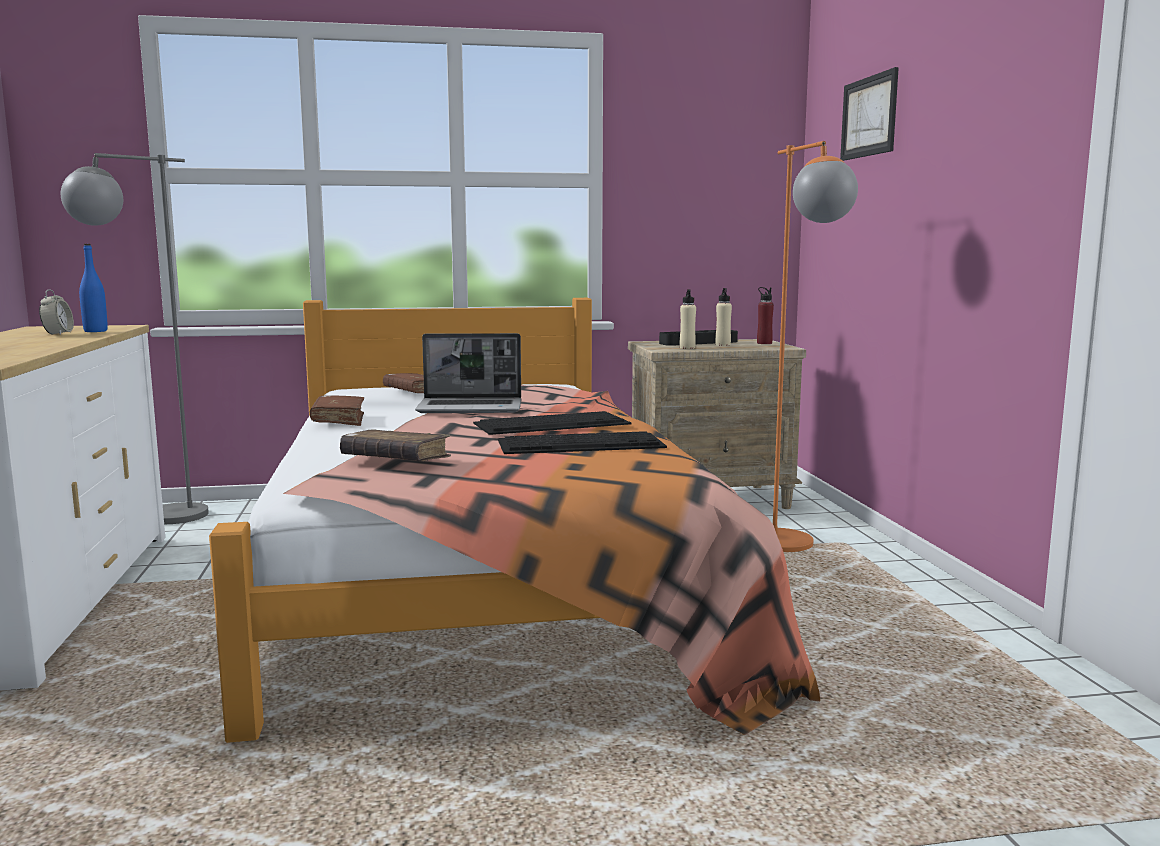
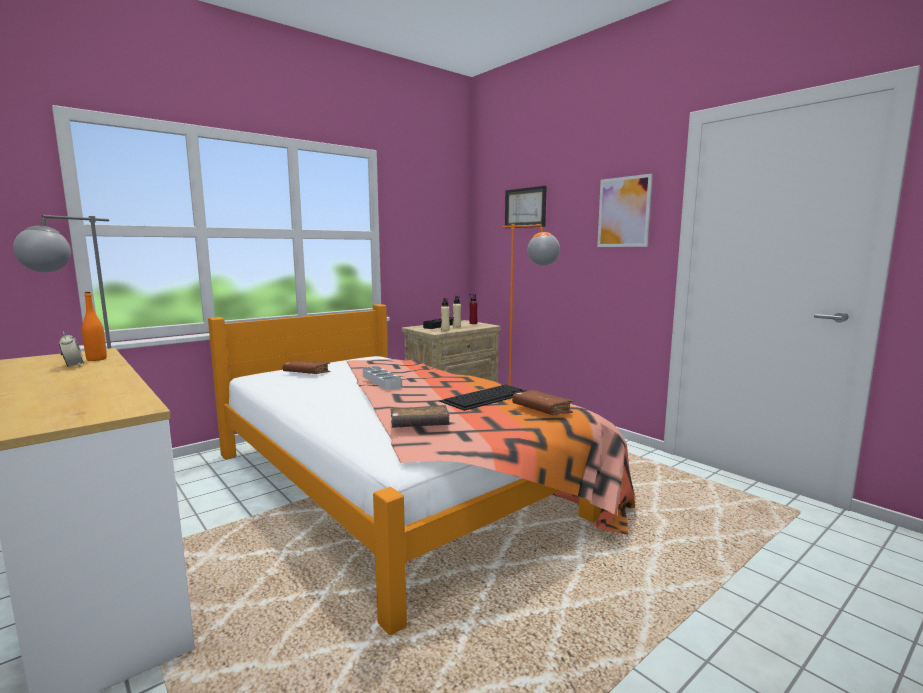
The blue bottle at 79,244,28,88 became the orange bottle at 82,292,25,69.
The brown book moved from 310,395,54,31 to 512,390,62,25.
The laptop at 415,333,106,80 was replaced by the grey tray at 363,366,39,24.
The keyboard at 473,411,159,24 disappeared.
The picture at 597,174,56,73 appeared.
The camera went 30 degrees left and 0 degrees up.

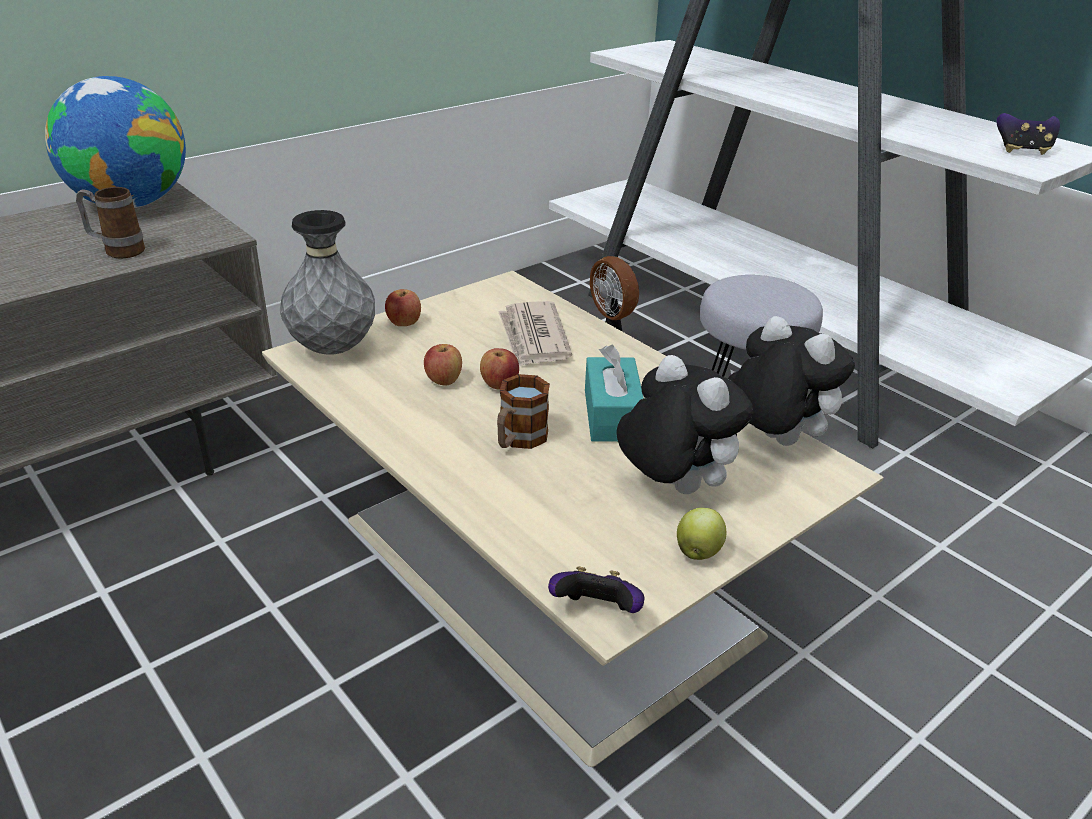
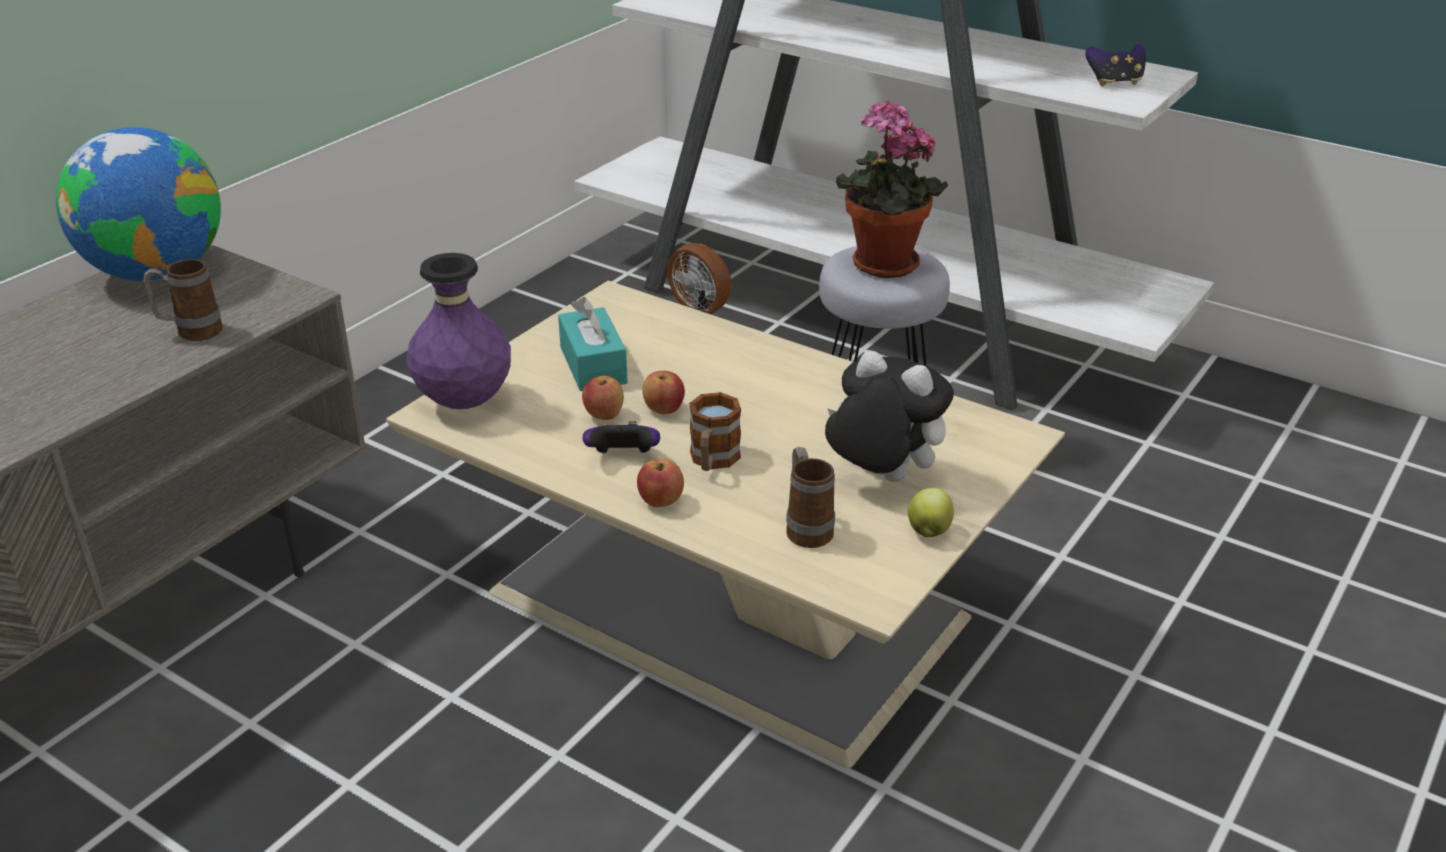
The grey vase at 280,210,95,145 became the purple vase at 406,253,105,156.
The apple moved from 385,289,36,37 to 637,459,47,48.
The newspaper at 498,301,74,66 disappeared.
The game controller moved from 548,566,97,47 to 583,420,77,33.
The turquoise tissue box moved from 585,345,59,97 to 558,297,70,94.
The plush toy at 728,316,127,130 disappeared.
The mug at 786,447,49,101 appeared.
The potted plant at 836,100,112,178 appeared.
The camera went 15 degrees left and 0 degrees up.

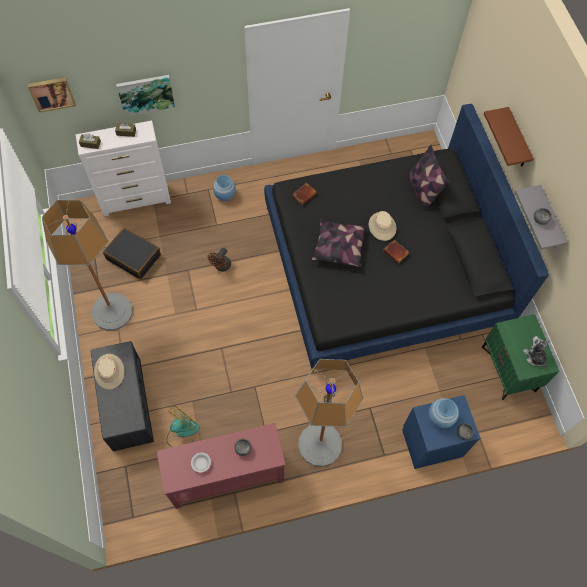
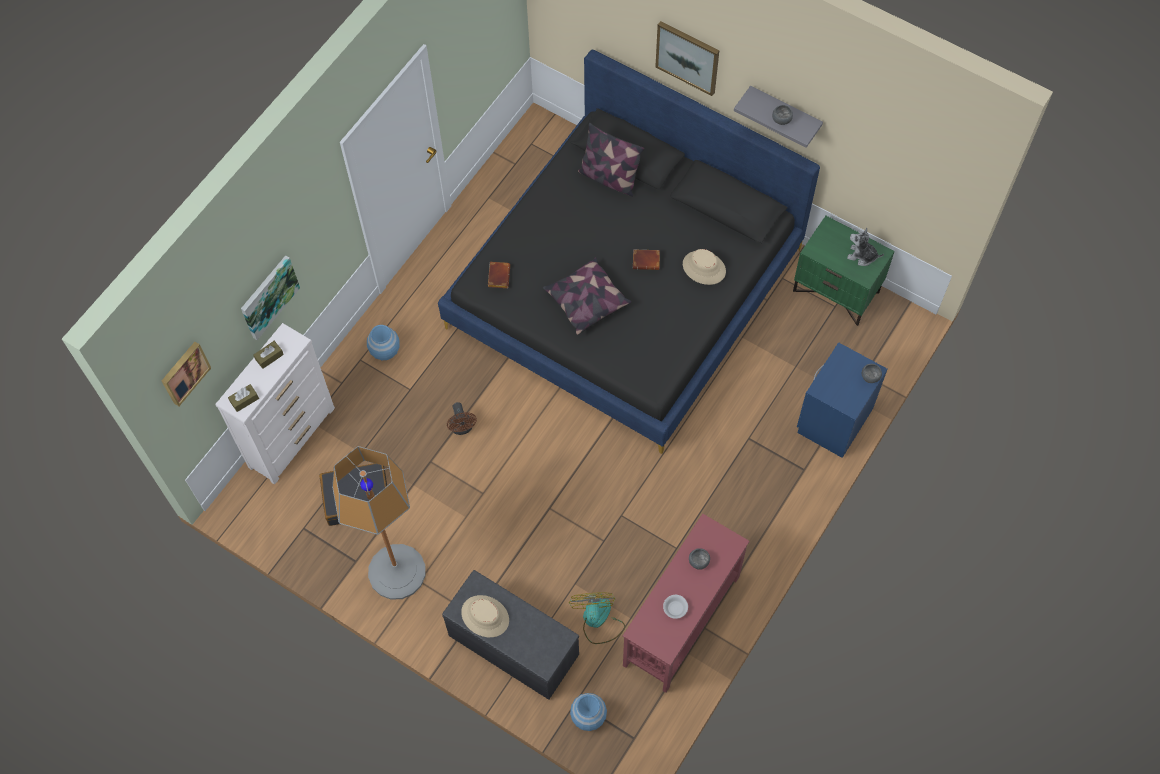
The floor lamp at 295,359,68,108 disappeared.
The beige hat moved from 369,211,27,30 to 683,249,43,36.
The blue vase moved from 429,398,30,30 to 570,693,37,38.
The brown shelf at 484,107,50,60 was replaced by the picture at 655,21,64,75.
The camera went 40 degrees left and 0 degrees up.

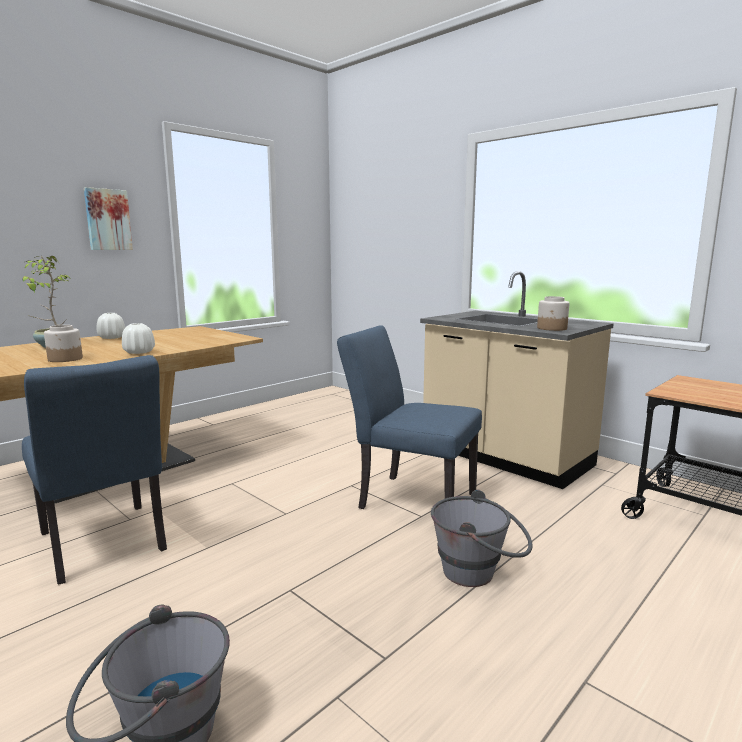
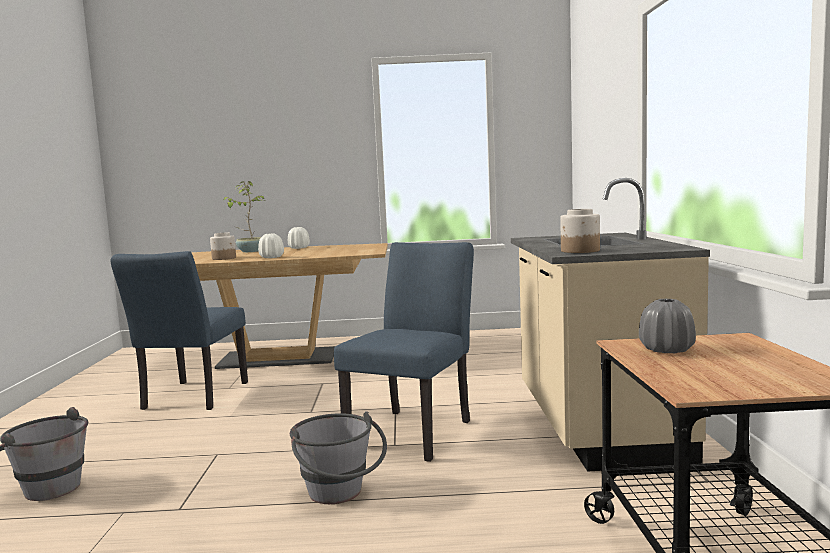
The picture at 84,187,49,63 disappeared.
The blue chair at 337,325,145,184 turned 45 degrees clockwise.
The grey vase at 639,299,57,54 appeared.
The camera went 45 degrees right and 5 degrees down.

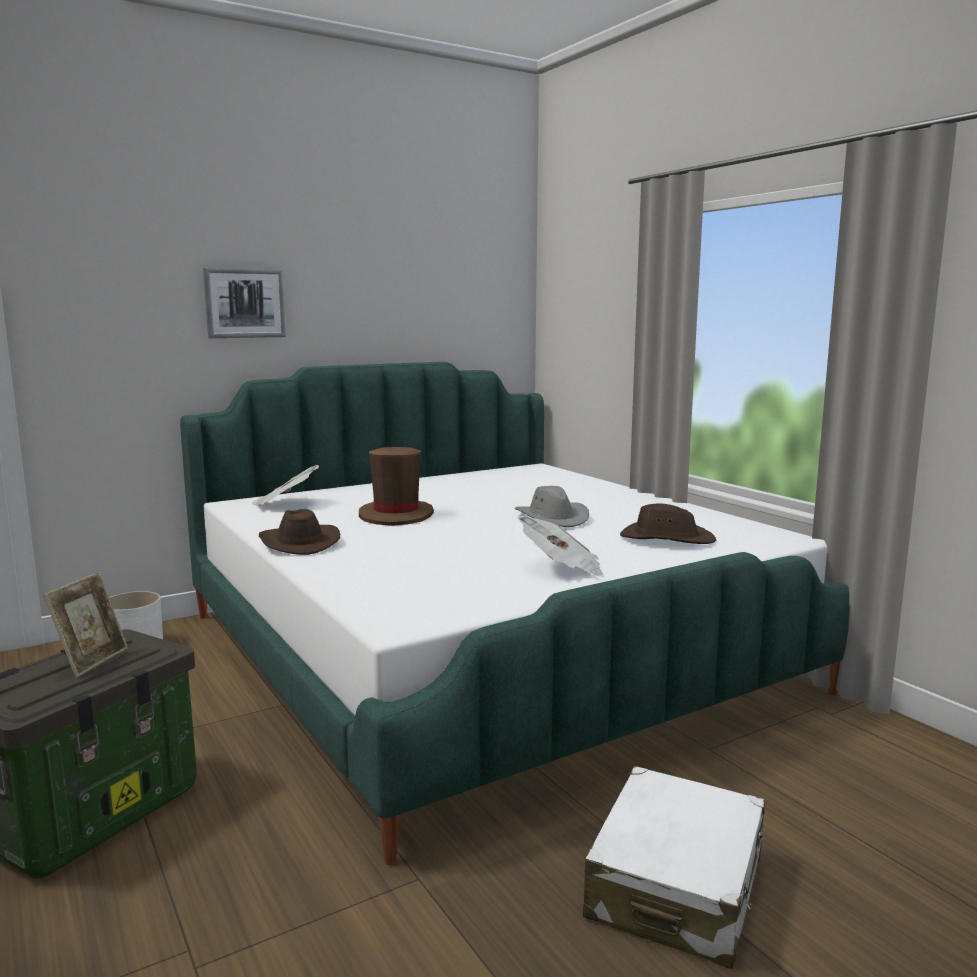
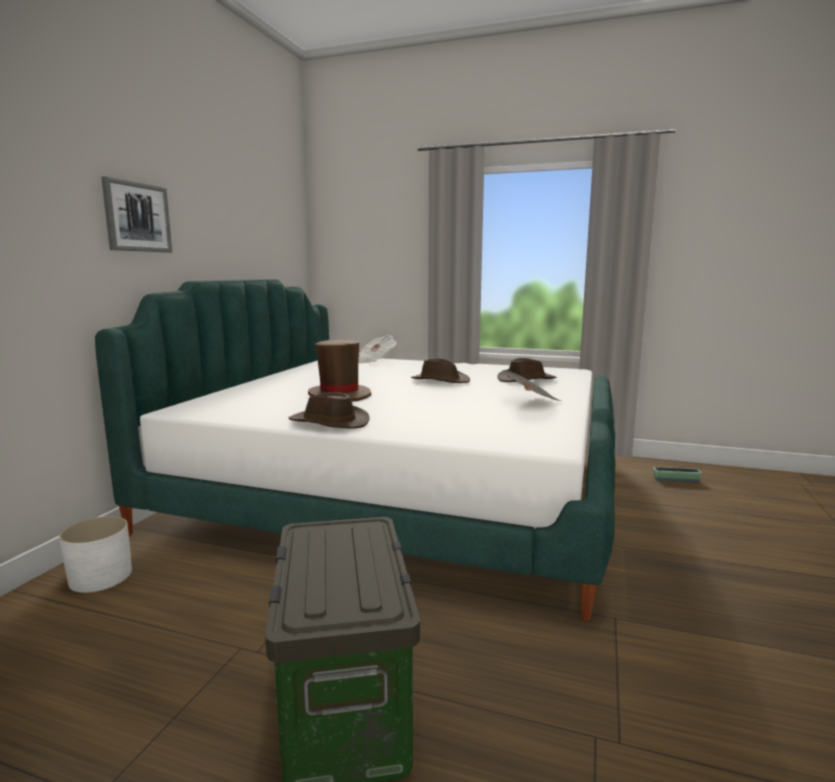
The picture frame at 43,572,85,106 disappeared.
The newspaper moved from 253,465,66,42 to 358,335,39,29.
The grey hat at 515,486,74,41 became the brown hat at 411,358,59,25.
The white suitcase at 583,766,182,203 disappeared.
The planter at 653,467,49,15 appeared.
The camera went 40 degrees left and 0 degrees up.

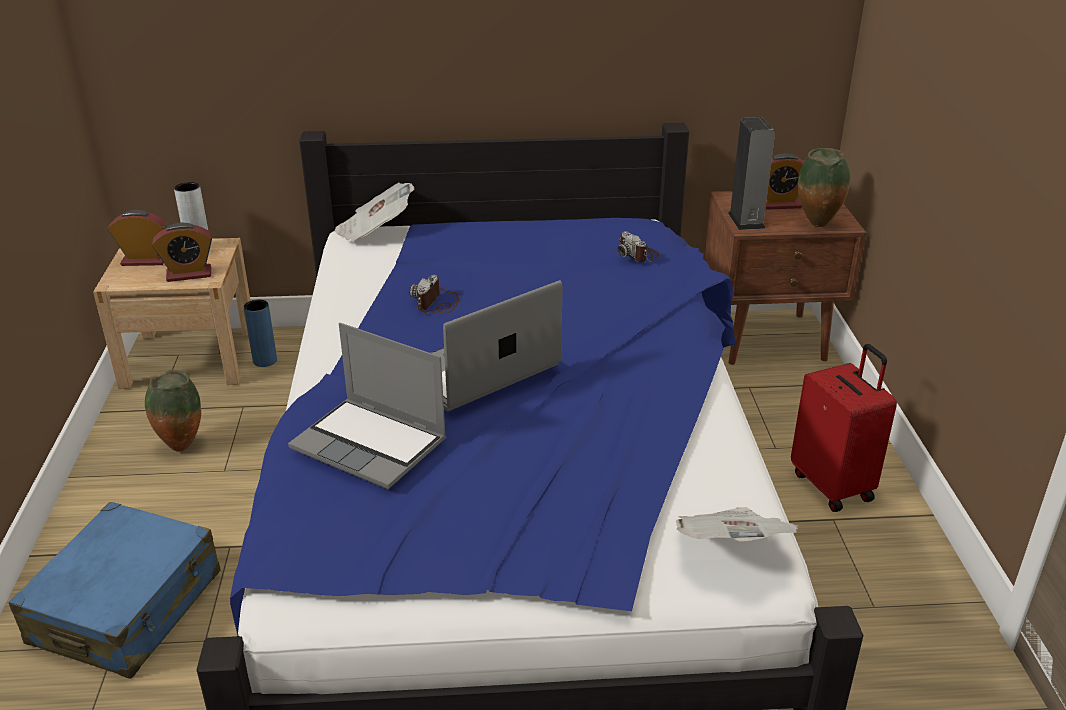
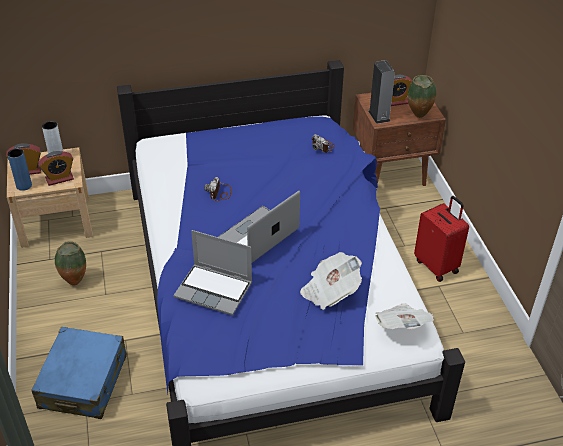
The blue vase moved from 244,299,33,68 to 7,148,25,43.
The newspaper moved from 334,183,80,59 to 300,252,62,58.
The camera went 10 degrees left and 10 degrees up.

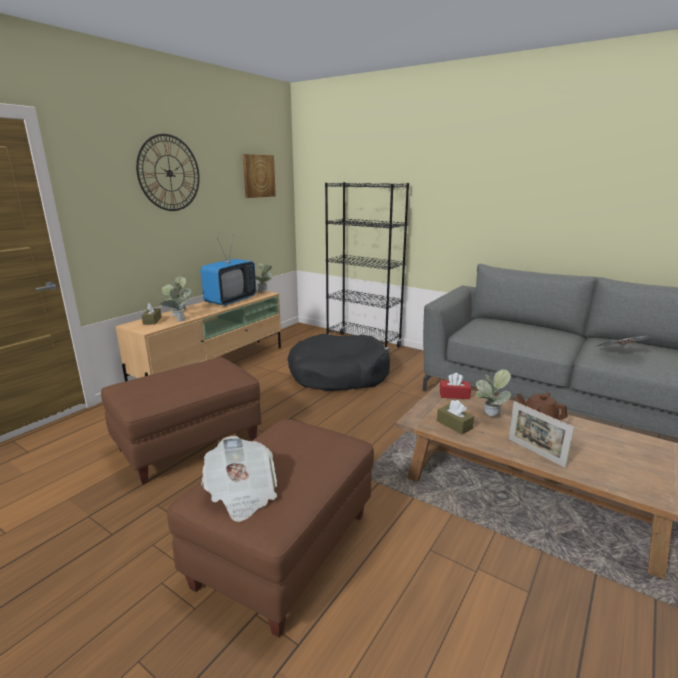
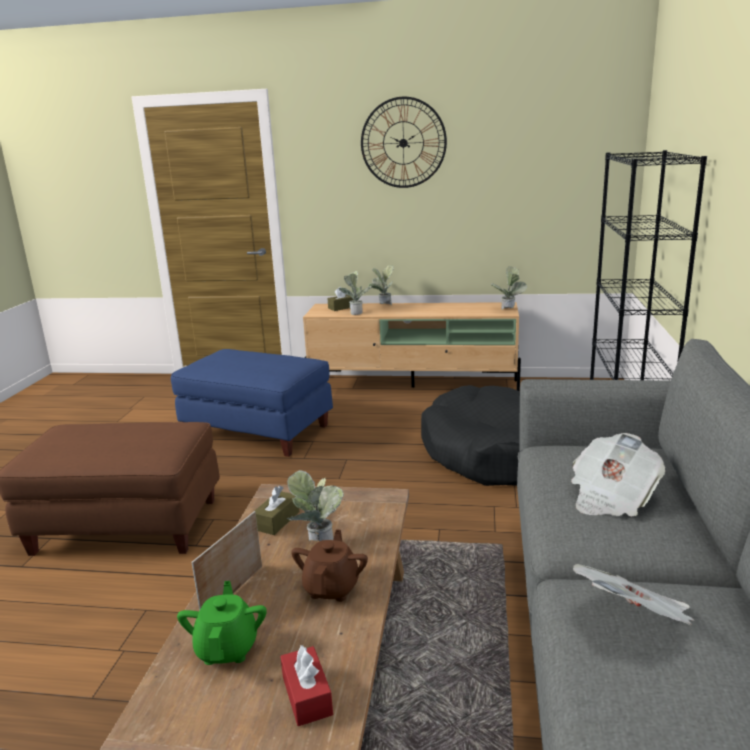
The brown ottoman at 101,358,161,127 became the blue ottoman at 171,349,162,108.
The television at 201,235,55,71 disappeared.
The newspaper moved from 201,436,76,86 to 571,433,94,84.
The picture at 243,154,33,44 disappeared.
The red tissue box moved from 440,373,31,26 to 280,645,53,81.
The green teapot at 177,581,90,84 appeared.
The camera went 65 degrees right and 0 degrees up.

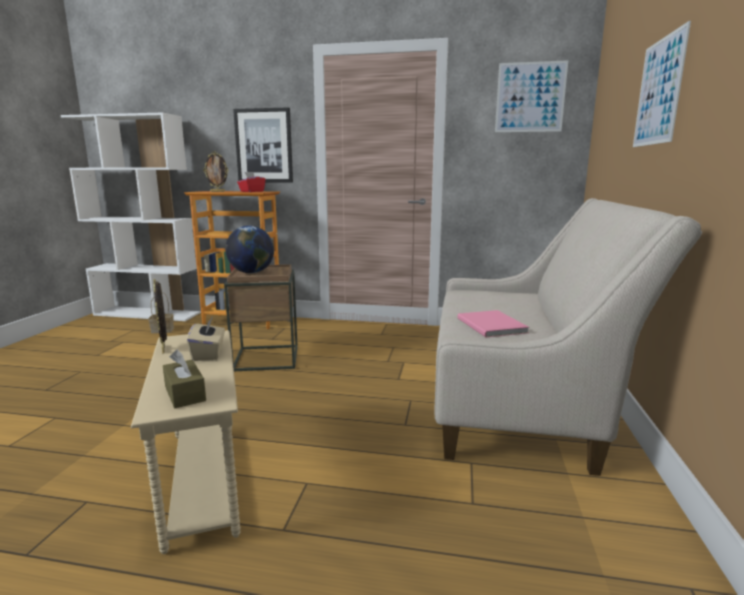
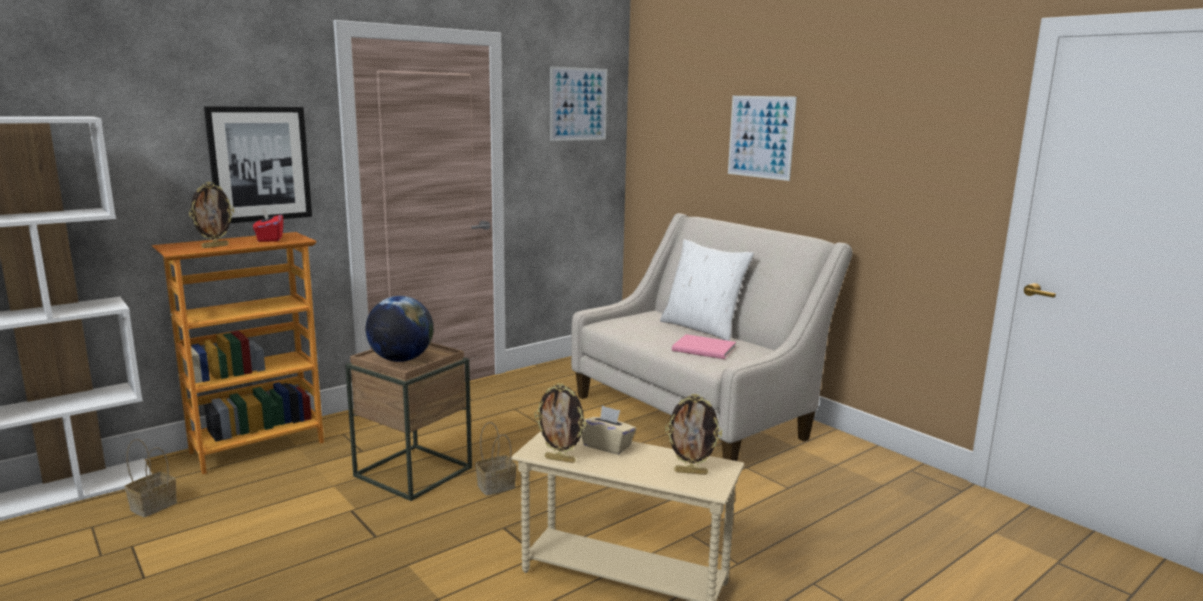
The brown tissue box at 163,350,43,58 was replaced by the picture frame at 665,394,57,81.
The basket at 475,422,42,74 appeared.
The white pillow at 660,239,94,102 appeared.
The camera went 50 degrees left and 0 degrees up.

